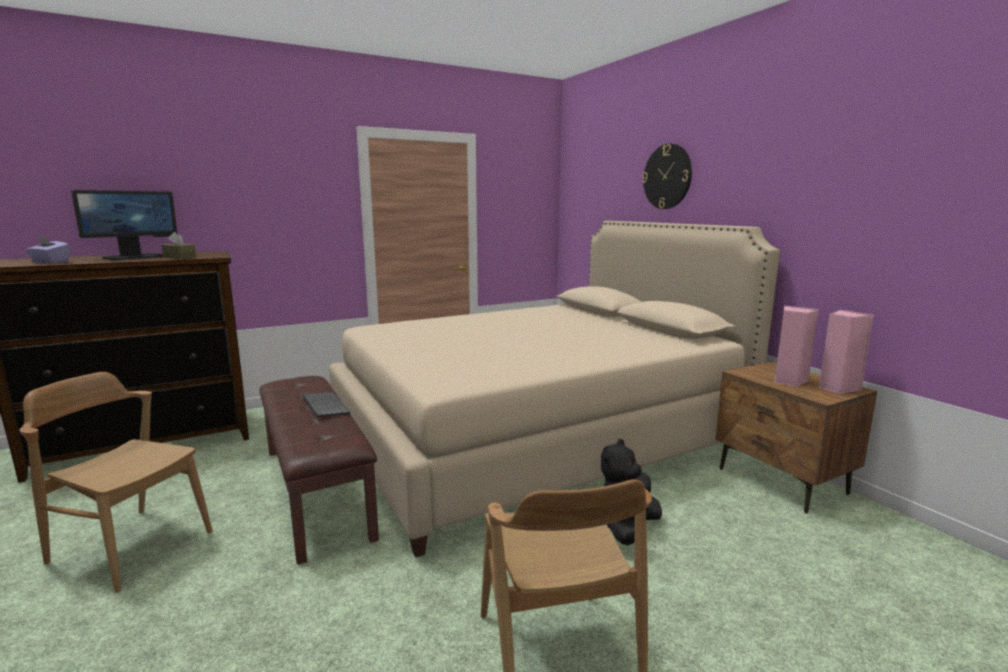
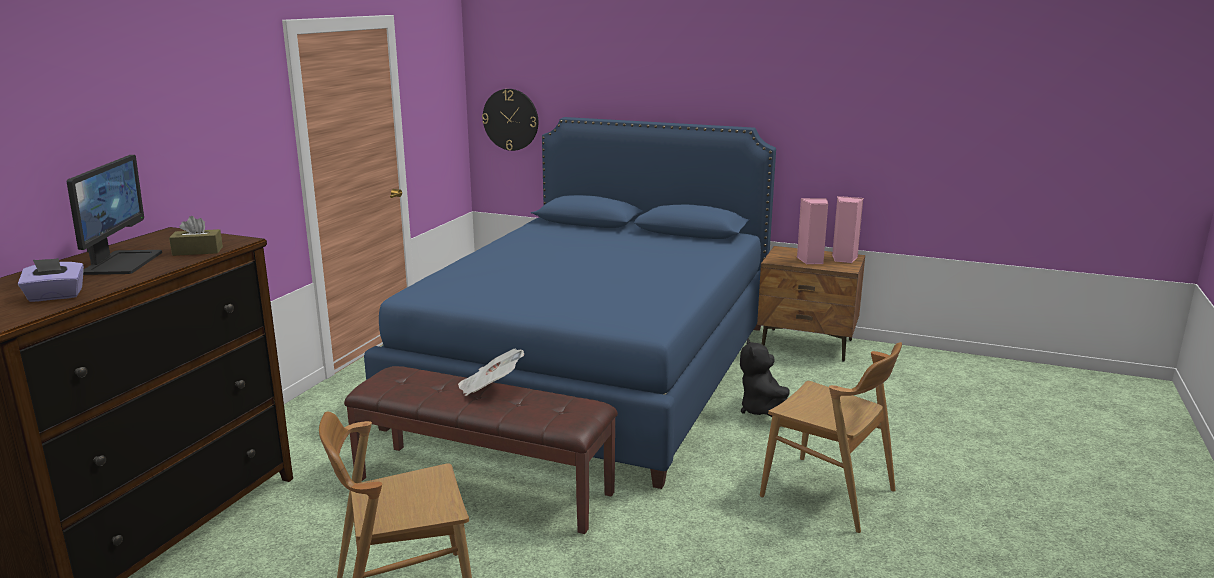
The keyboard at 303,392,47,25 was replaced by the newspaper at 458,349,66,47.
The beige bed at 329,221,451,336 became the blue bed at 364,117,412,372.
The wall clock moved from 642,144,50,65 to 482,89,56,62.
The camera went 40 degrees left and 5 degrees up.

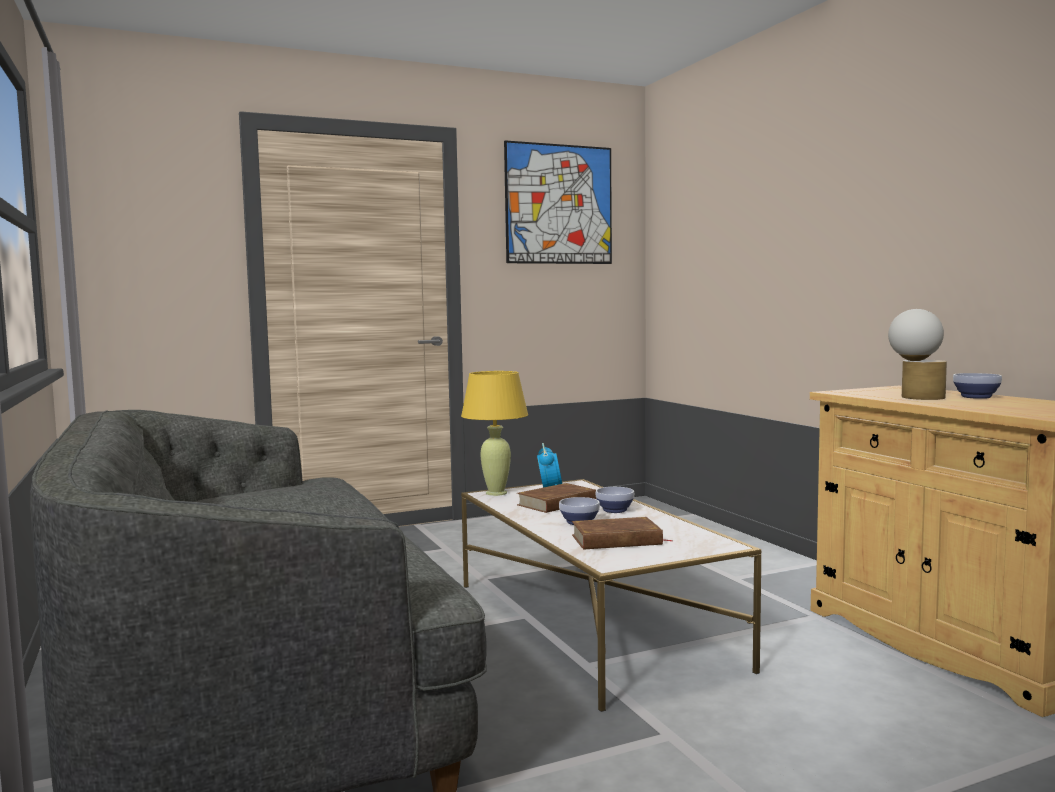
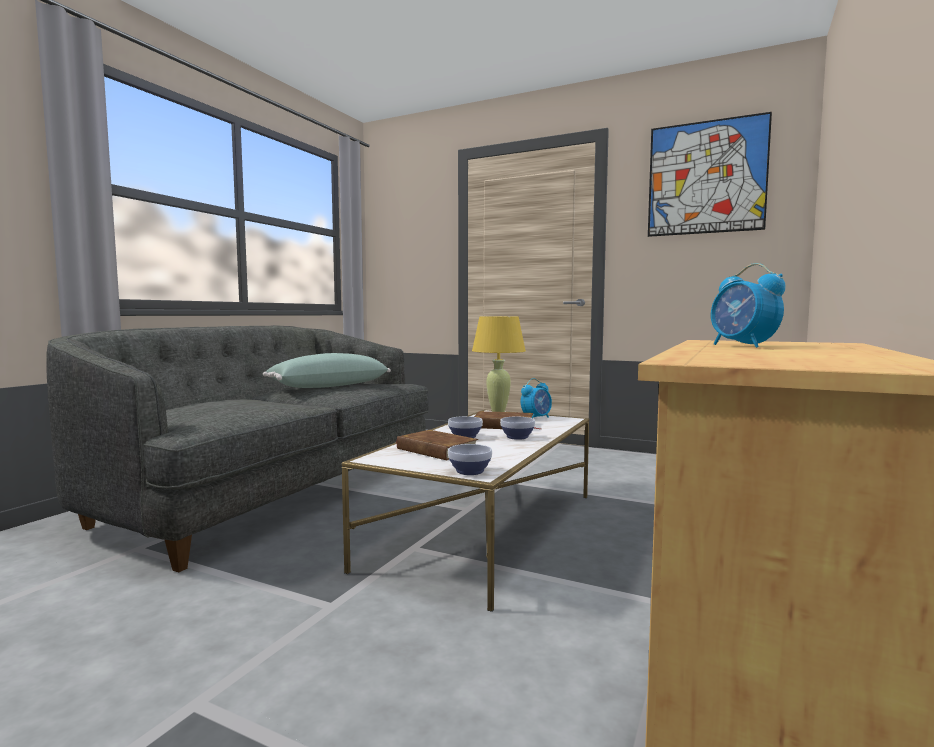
The table lamp at 888,309,59,91 was replaced by the alarm clock at 711,263,75,85.
The bowl moved from 953,373,49,26 to 448,444,44,31.
The green pillow at 263,353,128,35 appeared.
The camera went 50 degrees right and 0 degrees up.

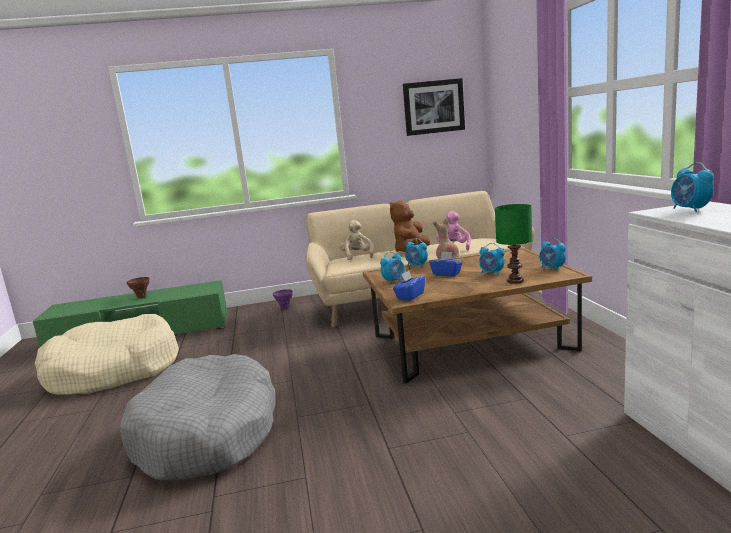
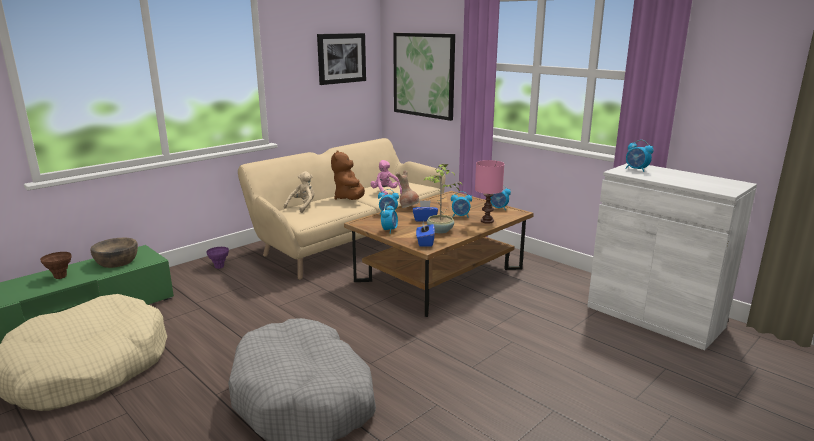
The beige plush toy at 340,220,34,40 turned 75 degrees clockwise.
The green table lamp at 495,204,37,80 became the pink table lamp at 475,160,29,64.
The brown bowl at 90,238,48,30 appeared.
The picture at 393,33,62,88 appeared.
The potted plant at 424,163,39,71 appeared.
The camera went 35 degrees left and 5 degrees up.

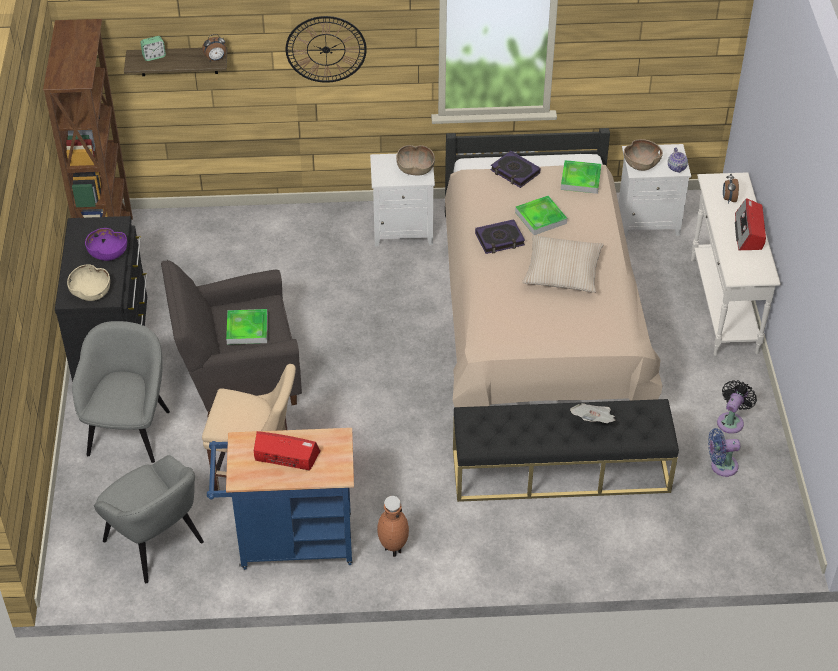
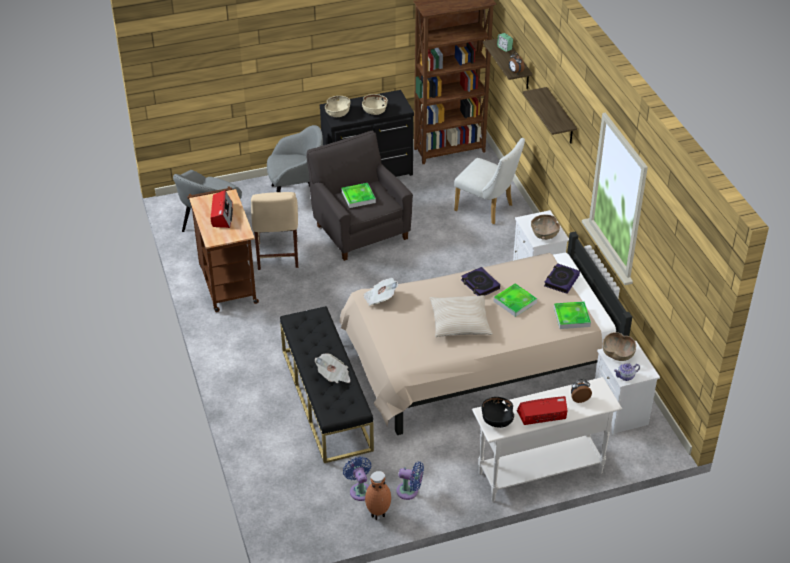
The purple bowl at 85,228,42,33 became the beige bowl at 362,94,26,21.
The blue cart at 207,428,147,142 became the brown cart at 187,186,72,126.
The wall clock at 286,16,81,67 was replaced by the shelf at 523,87,54,56.
The brown vase moved from 377,496,32,61 to 365,471,26,49.
The black fan at 717,380,40,54 became the blue fan at 396,461,28,39.
The newspaper at 363,278,35,28 appeared.
The white chair at 454,138,71,87 appeared.
The black bowl at 482,397,32,31 appeared.
The camera went 75 degrees right and 5 degrees down.

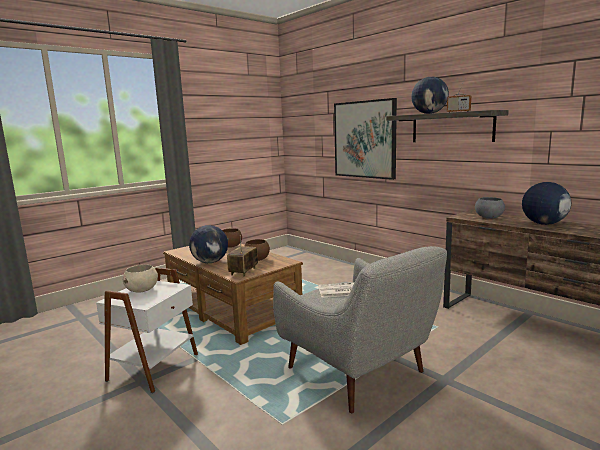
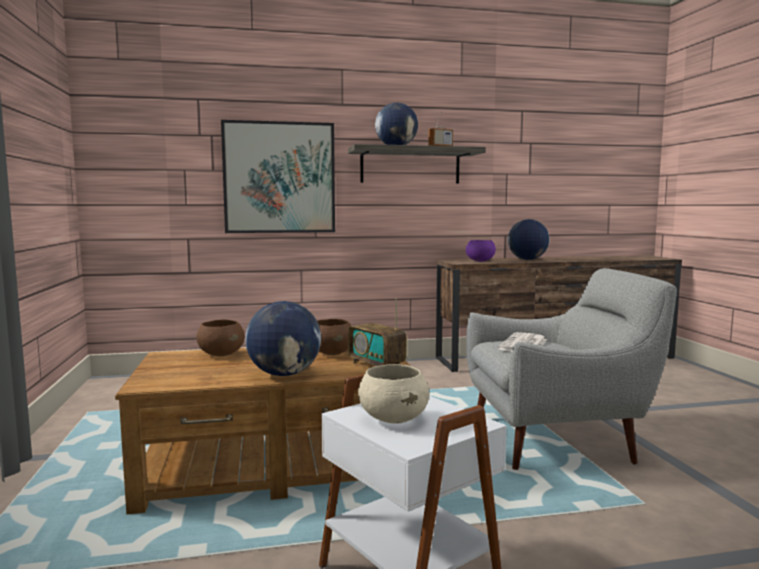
The grey bowl at 475,197,30,22 became the purple bowl at 466,240,30,21.
The camera went 60 degrees left and 5 degrees down.

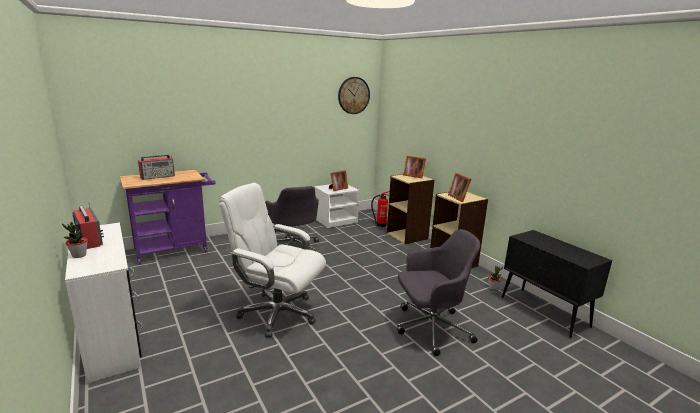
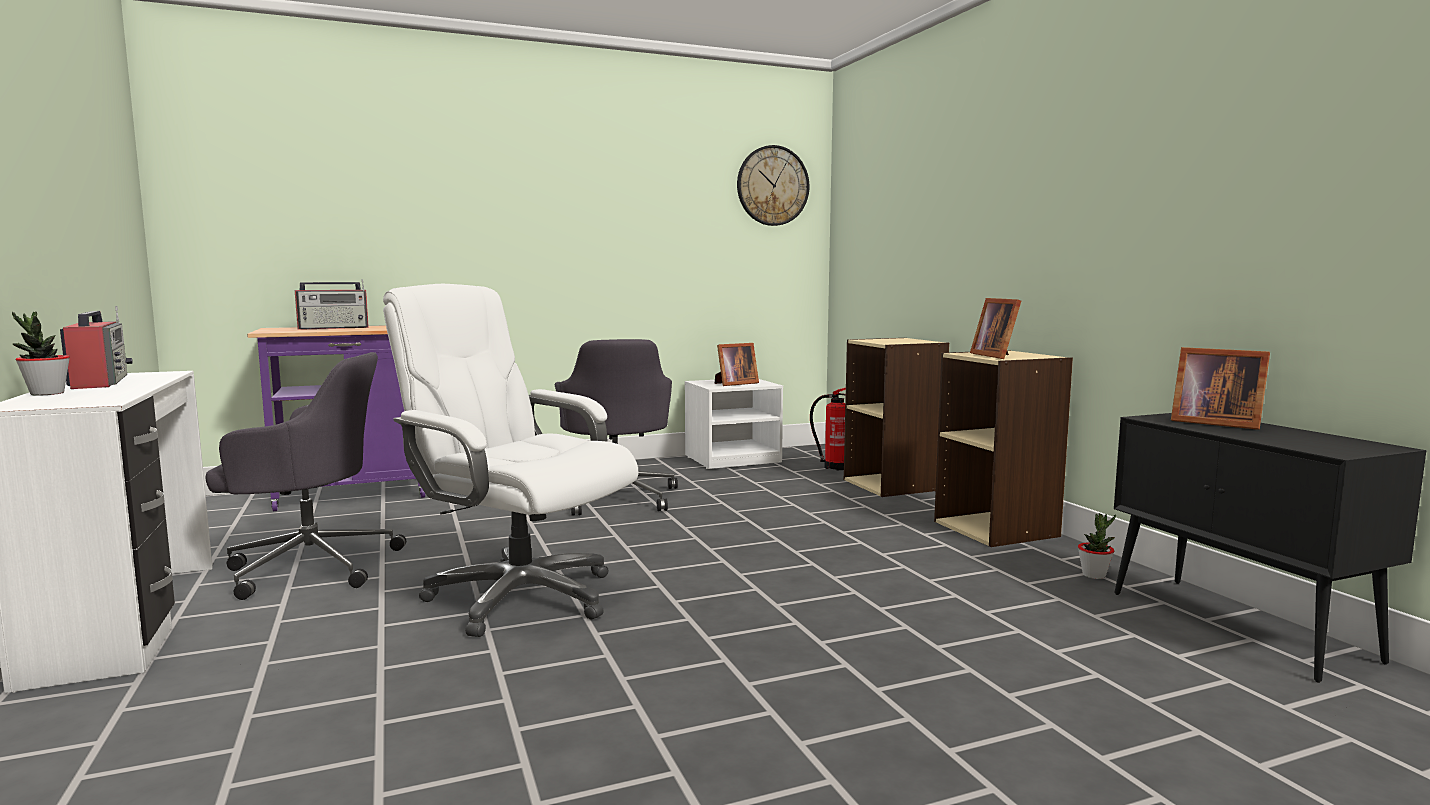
The grey office chair moved from 397,229,83,127 to 205,352,201,248.
The picture frame moved from 403,156,23,22 to 1171,347,99,83.
The camera went 10 degrees right and 10 degrees down.

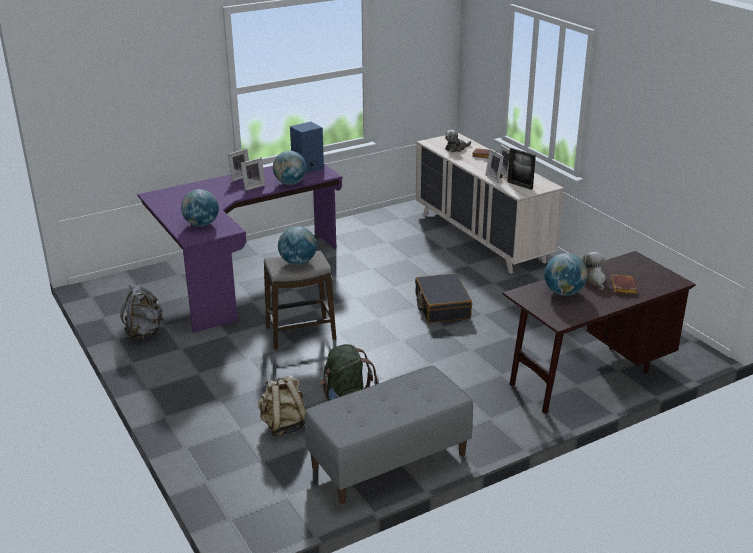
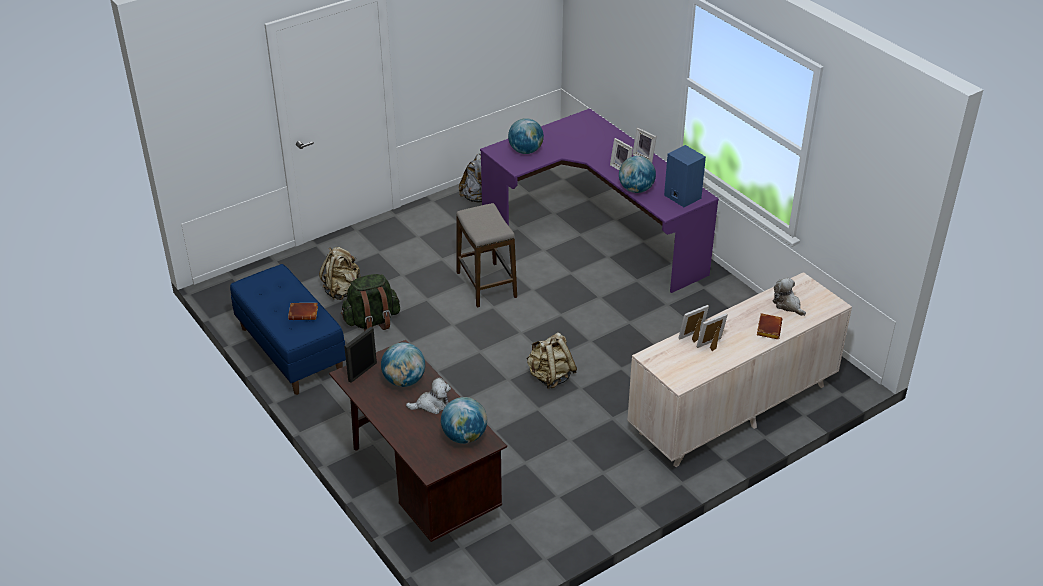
The globe moved from 278,226,39,39 to 441,397,46,47.
The grey bench at 304,366,169,138 became the blue bench at 230,264,116,131.
The black suitcase at 415,273,57,50 was replaced by the beige backpack at 526,332,51,57.
The picture frame moved from 508,148,28,42 to 344,327,33,56.
The brown book moved from 610,274,28,20 to 288,303,30,17.
The camera went 85 degrees right and 10 degrees up.

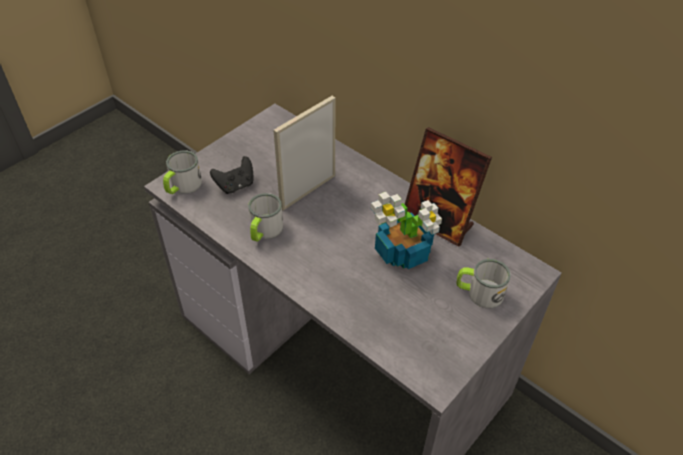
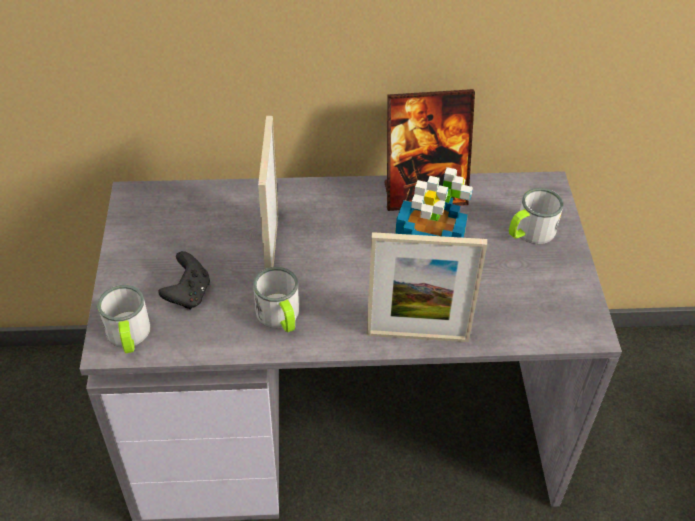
The picture frame at 366,232,121,110 appeared.
The camera went 45 degrees left and 0 degrees up.

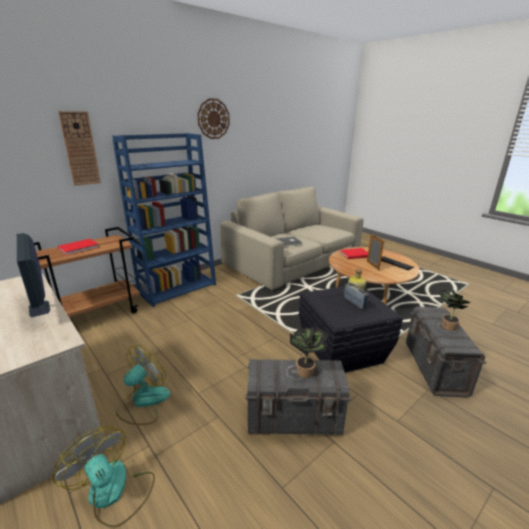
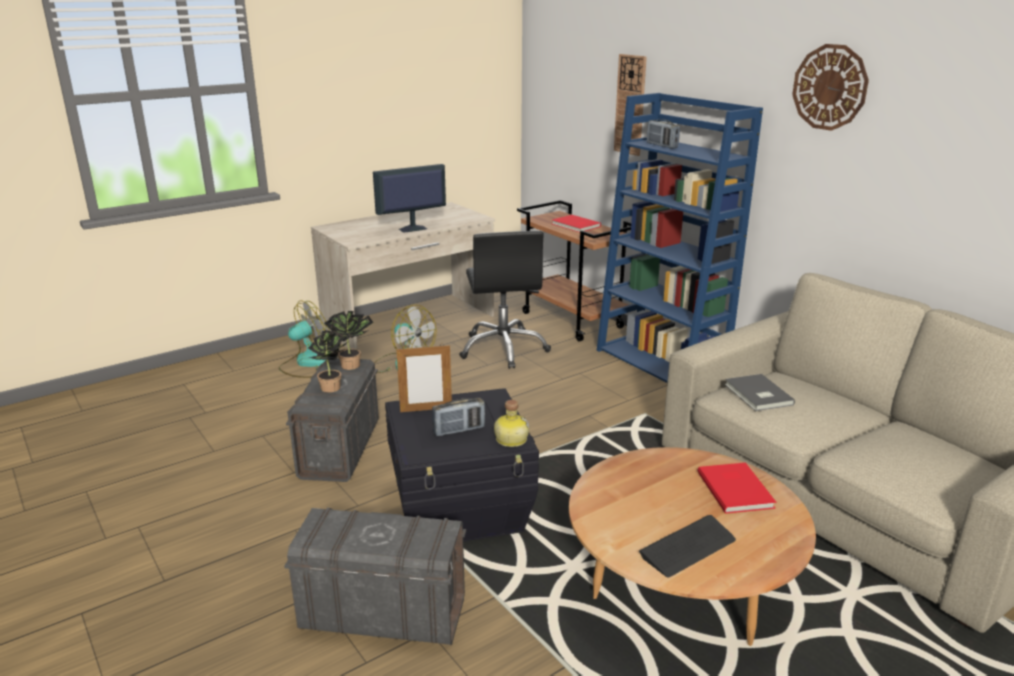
The picture frame moved from 367,233,17,37 to 396,345,56,67.
The potted plant moved from 438,289,33,42 to 324,311,50,59.
The black office chair at 459,231,92,138 appeared.
The radio at 647,119,33,29 appeared.
The camera went 95 degrees right and 0 degrees up.

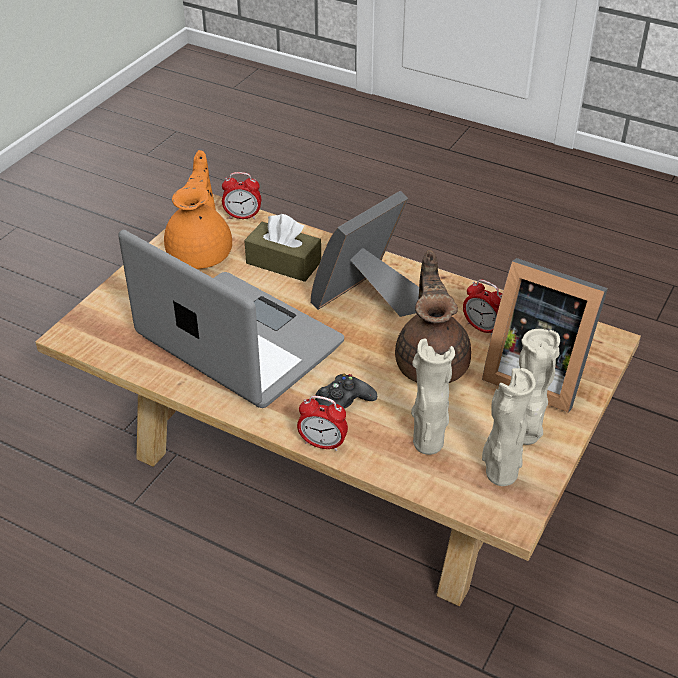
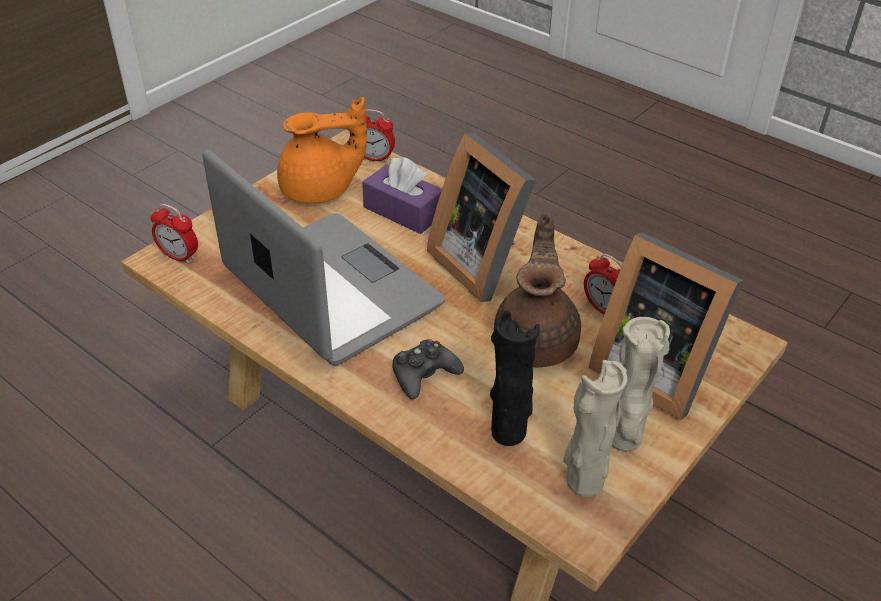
The orange teapot at 164,150,68,119 turned 60 degrees clockwise.
The brown tissue box at 244,214,77,68 became the purple tissue box at 362,157,80,77.
The alarm clock moved from 297,396,51,55 to 150,204,48,60.
The picture frame at 310,191,109,126 turned 90 degrees counterclockwise.
The beige vase at 411,338,44,117 became the black vase at 490,310,50,136.
The camera went 10 degrees right and 0 degrees up.

